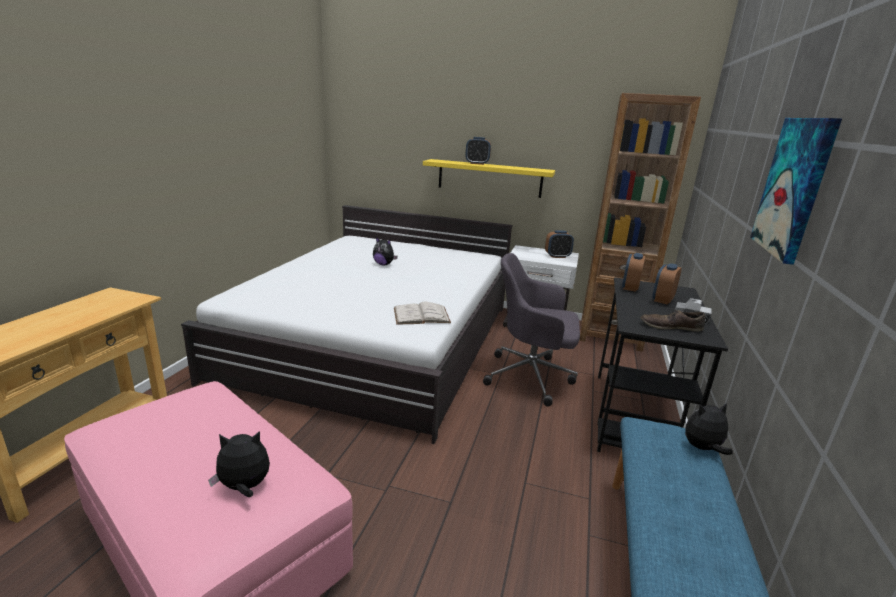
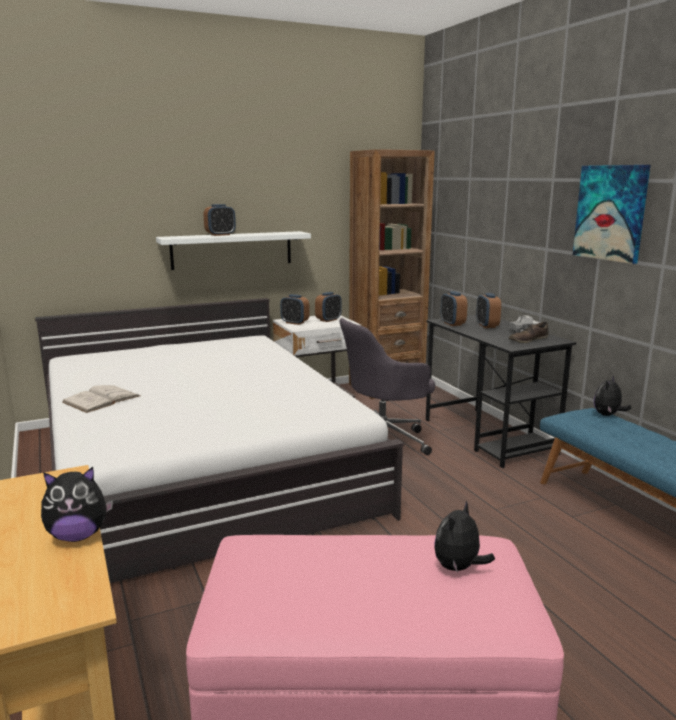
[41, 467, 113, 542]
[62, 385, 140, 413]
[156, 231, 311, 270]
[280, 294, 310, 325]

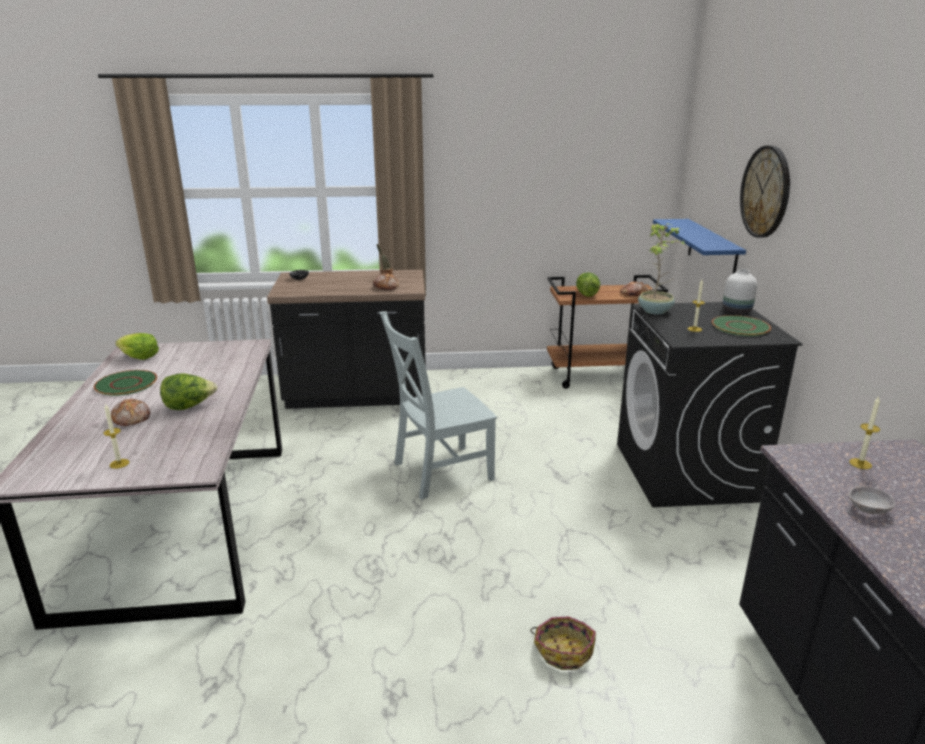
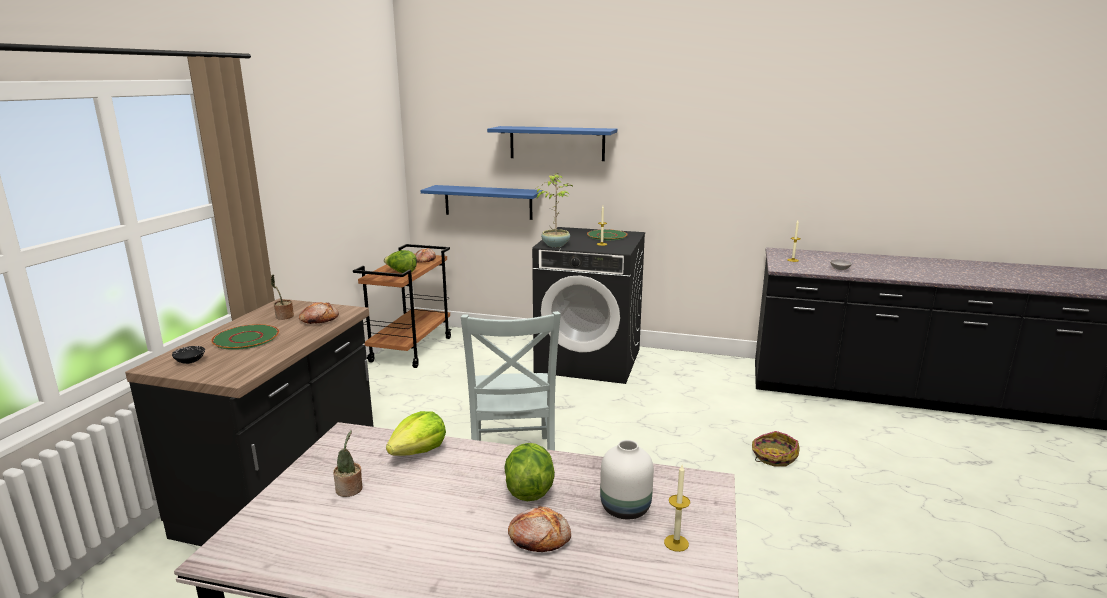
[211, 324, 279, 350]
[333, 430, 363, 497]
[386, 411, 446, 456]
[487, 126, 617, 161]
[600, 440, 654, 519]

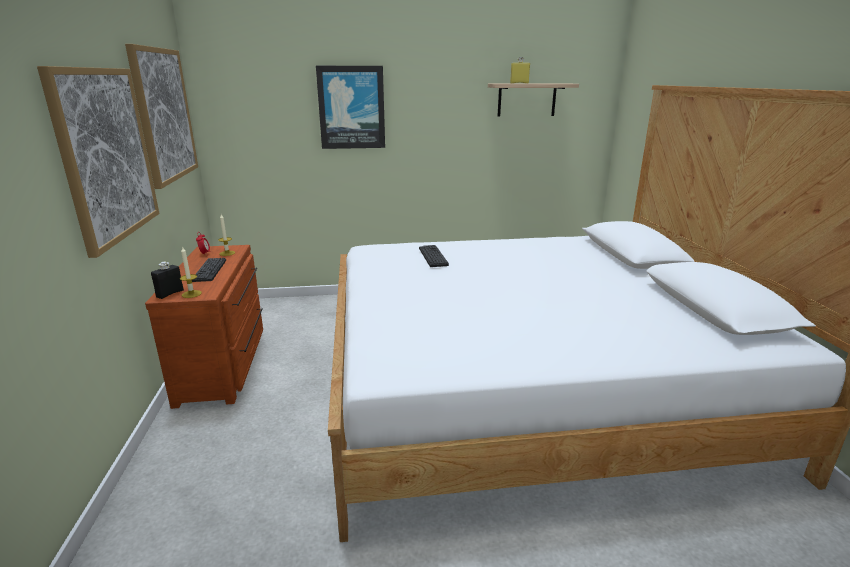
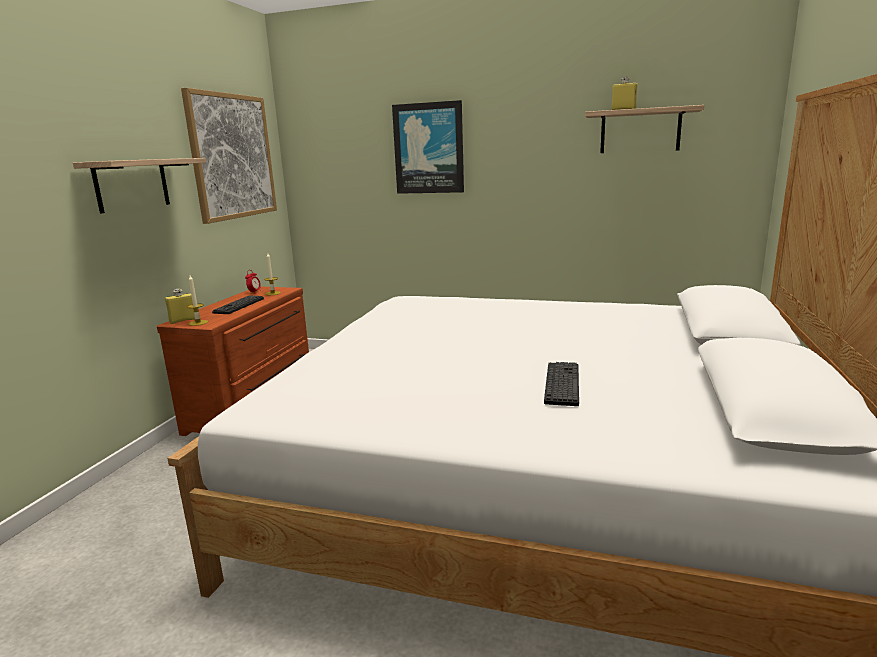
[73, 158, 206, 213]
[165, 289, 195, 324]
[544, 362, 579, 406]

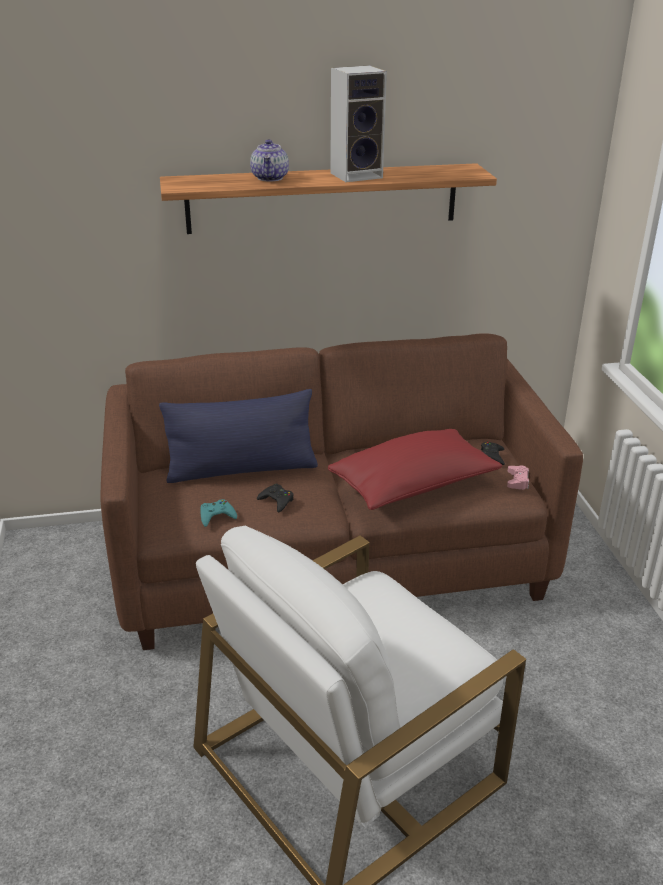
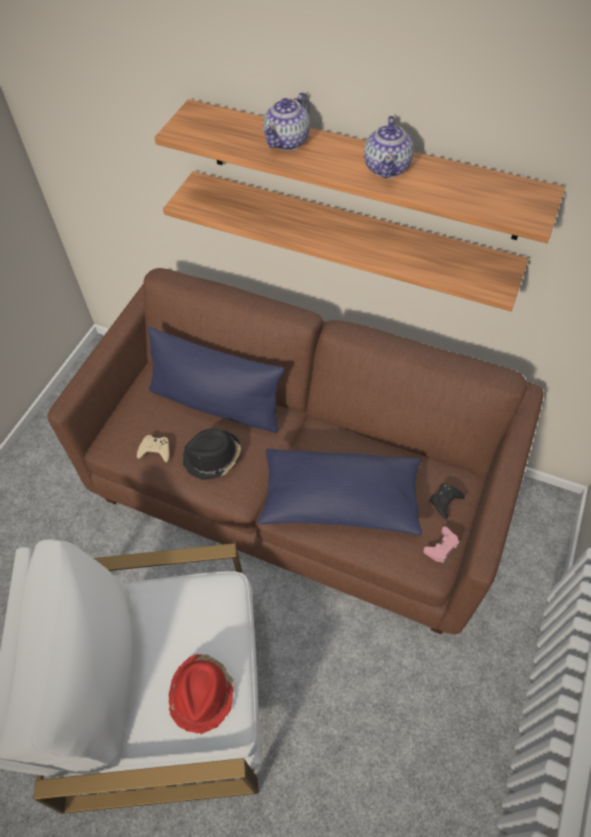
[137, 435, 169, 462]
[163, 171, 529, 311]
[169, 654, 234, 734]
[183, 429, 241, 480]
[258, 449, 422, 535]
[364, 116, 413, 178]

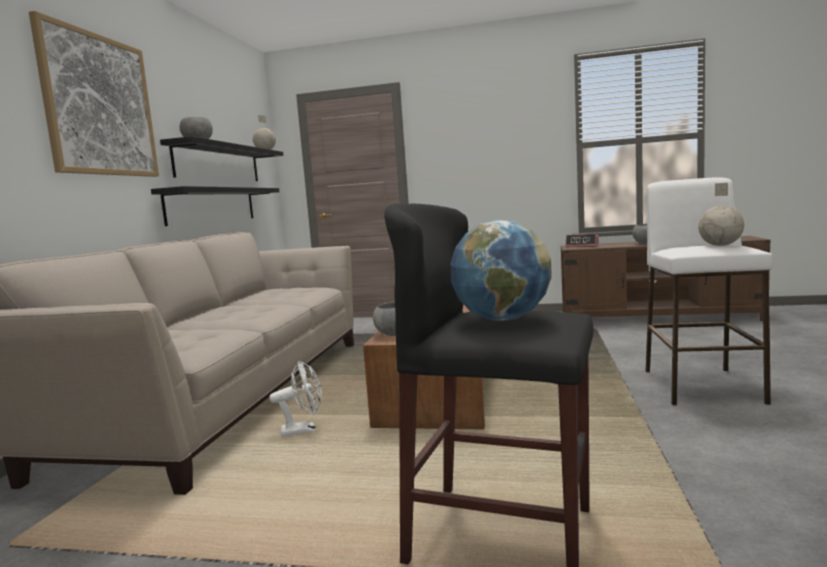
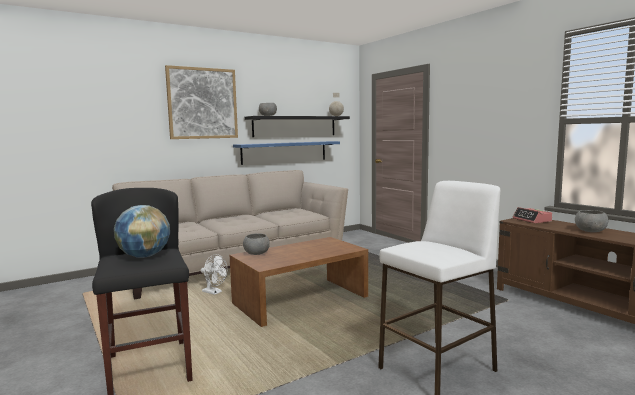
[233, 141, 340, 165]
[698, 183, 744, 246] (first image)

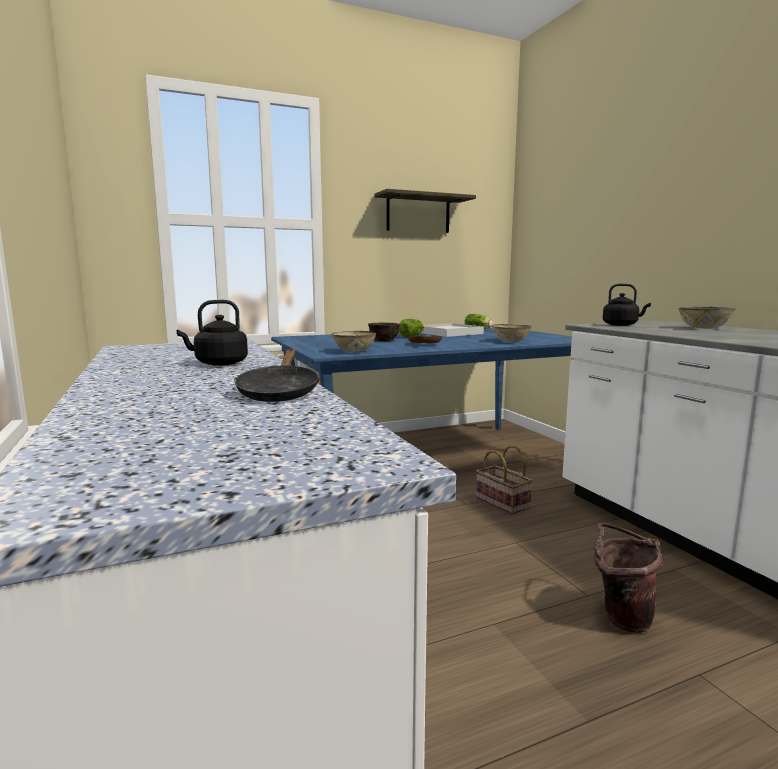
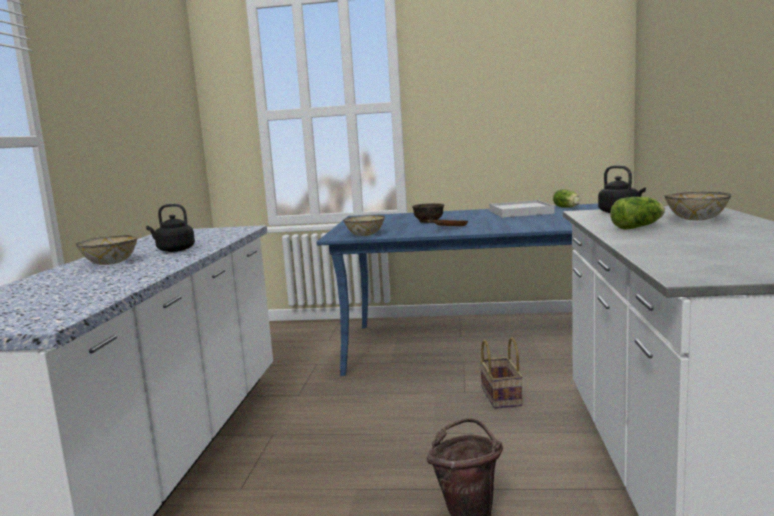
[76, 235, 137, 265]
[610, 197, 665, 229]
[234, 349, 320, 402] (first image)
[374, 189, 476, 233] (first image)

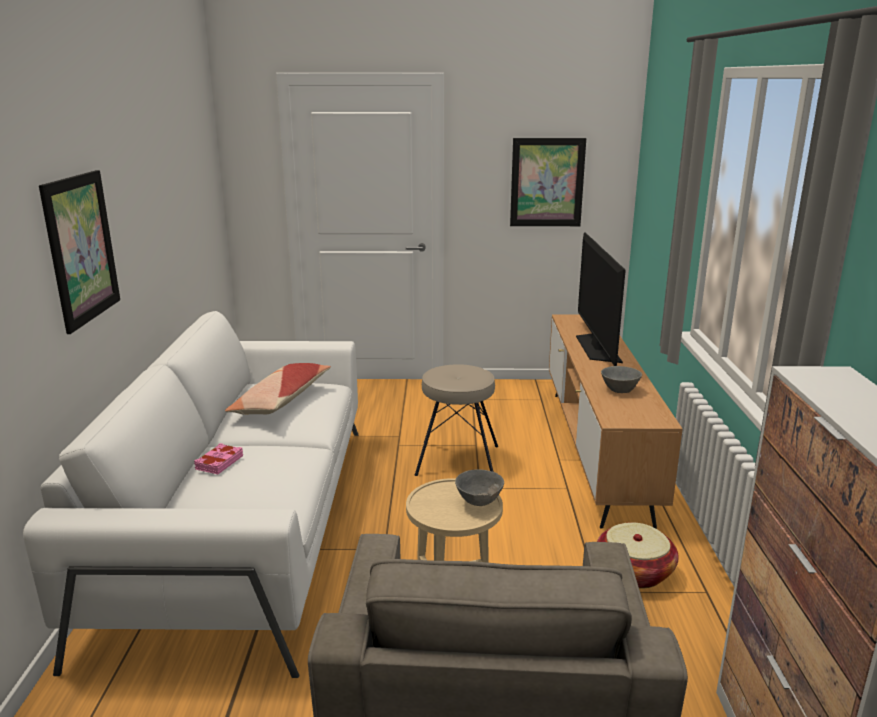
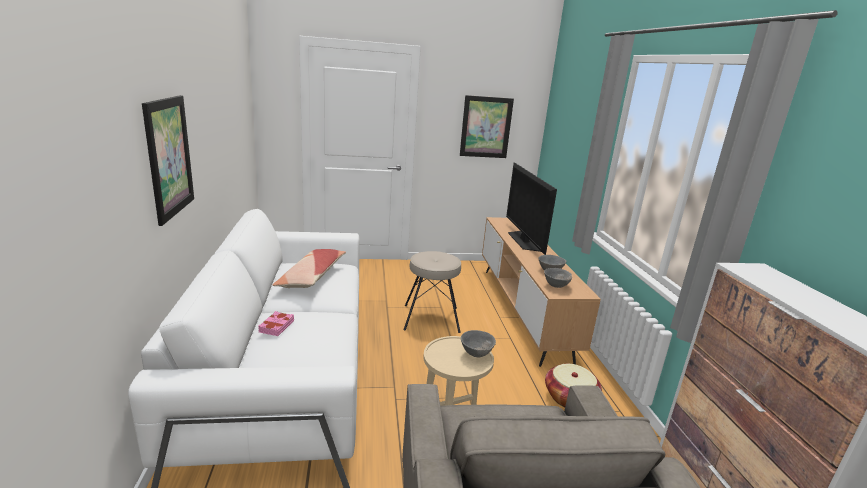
[544, 268, 572, 288]

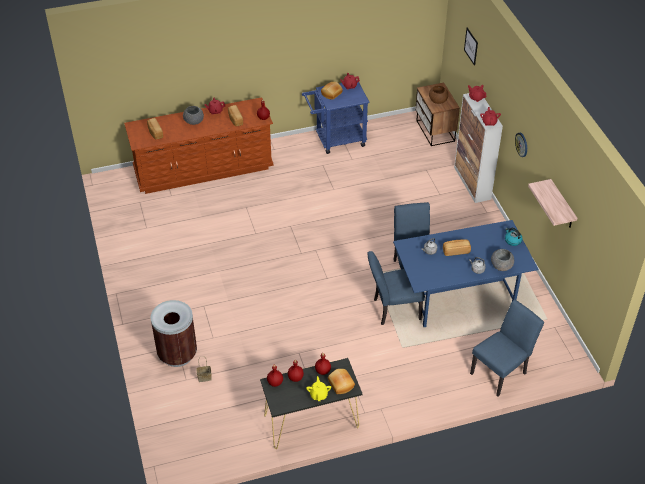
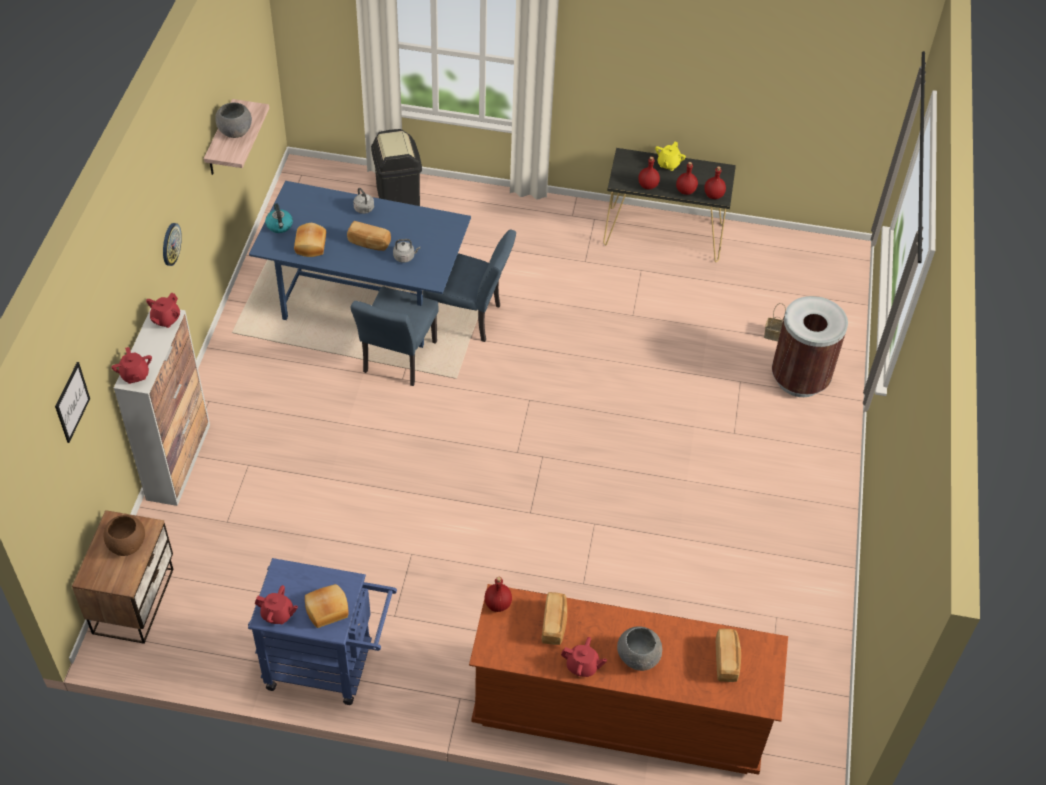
[215, 102, 252, 138]
[294, 223, 326, 257]
[371, 129, 422, 206]

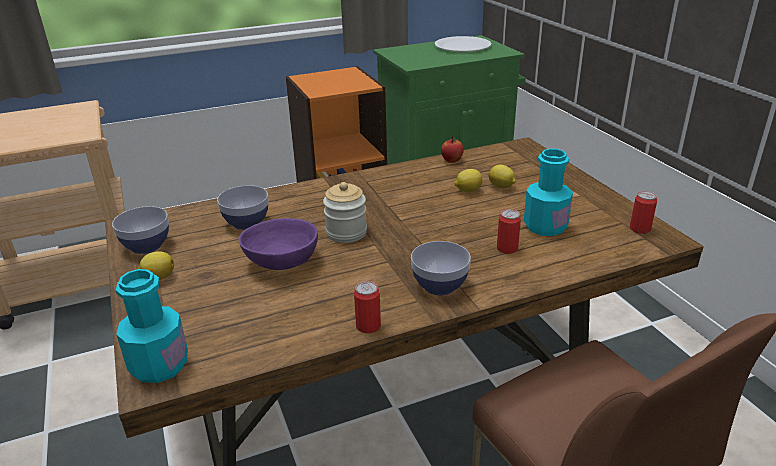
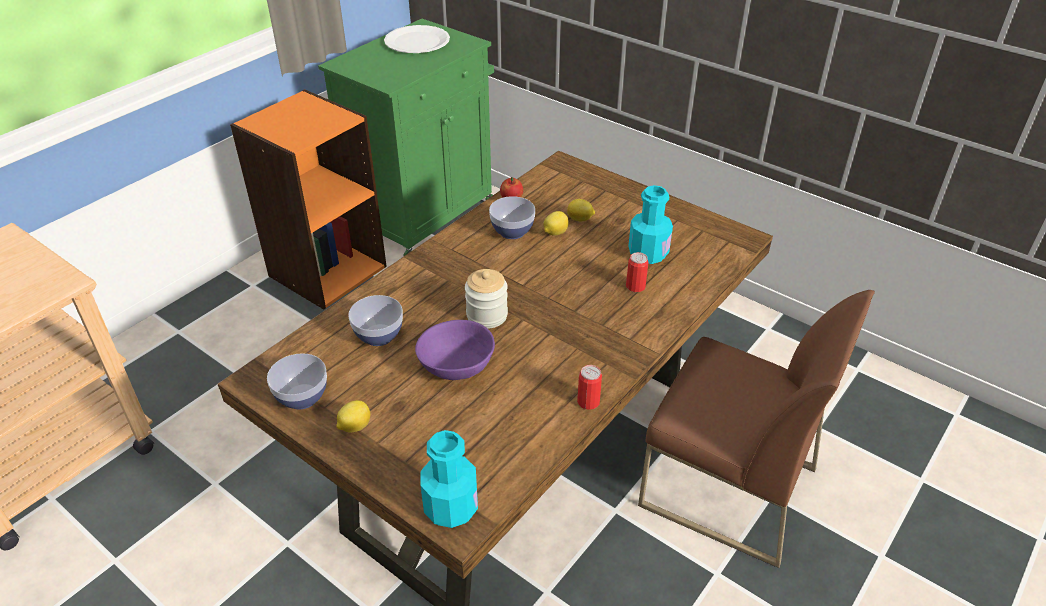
[489, 196, 535, 239]
[630, 191, 657, 234] (first image)

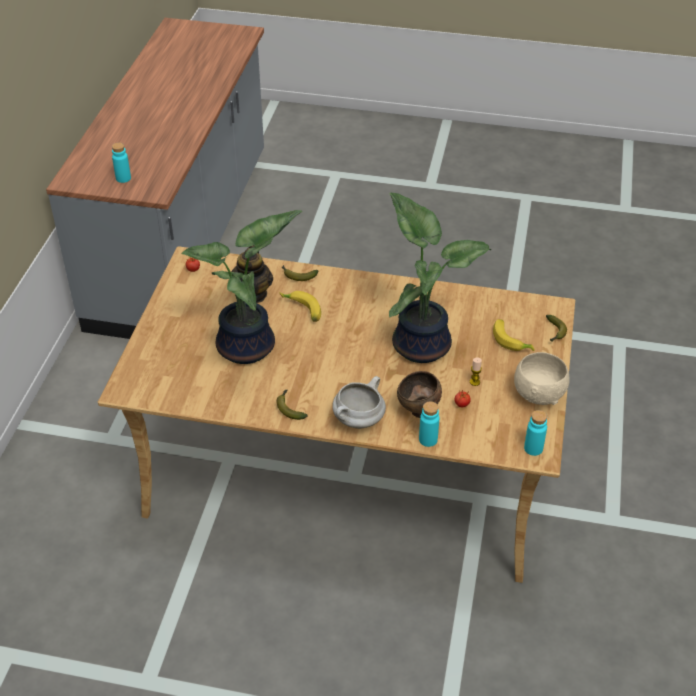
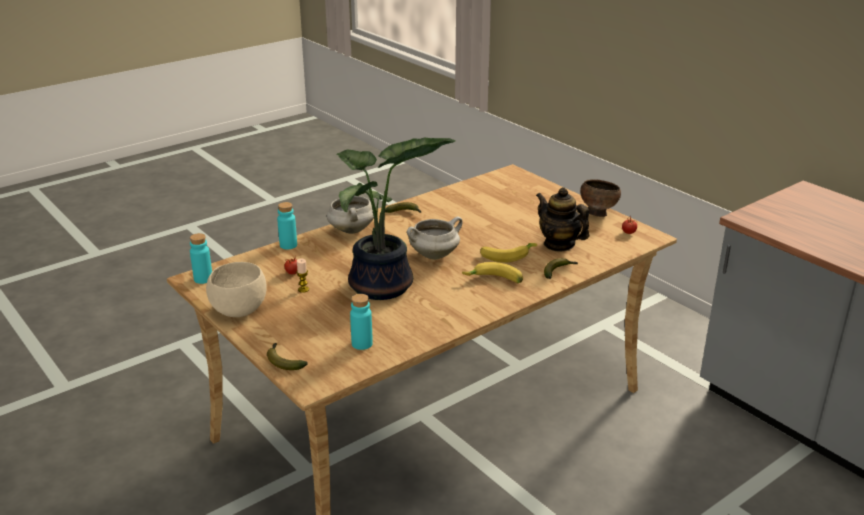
[350, 294, 373, 350]
[407, 216, 463, 260]
[462, 262, 523, 283]
[580, 179, 621, 217]
[182, 210, 302, 364] (first image)

